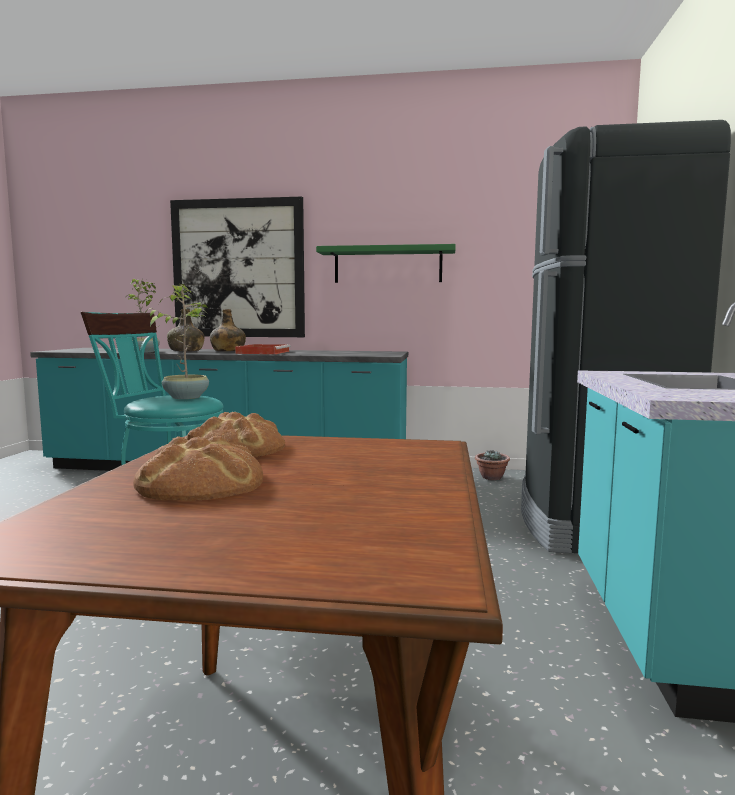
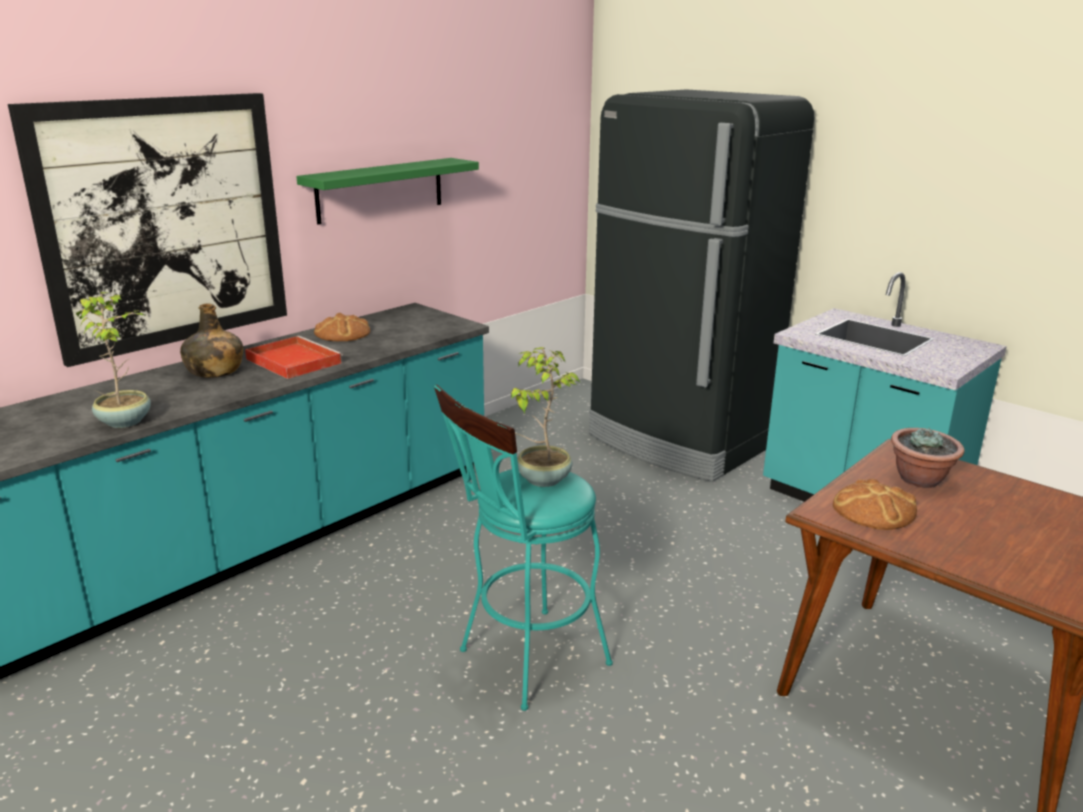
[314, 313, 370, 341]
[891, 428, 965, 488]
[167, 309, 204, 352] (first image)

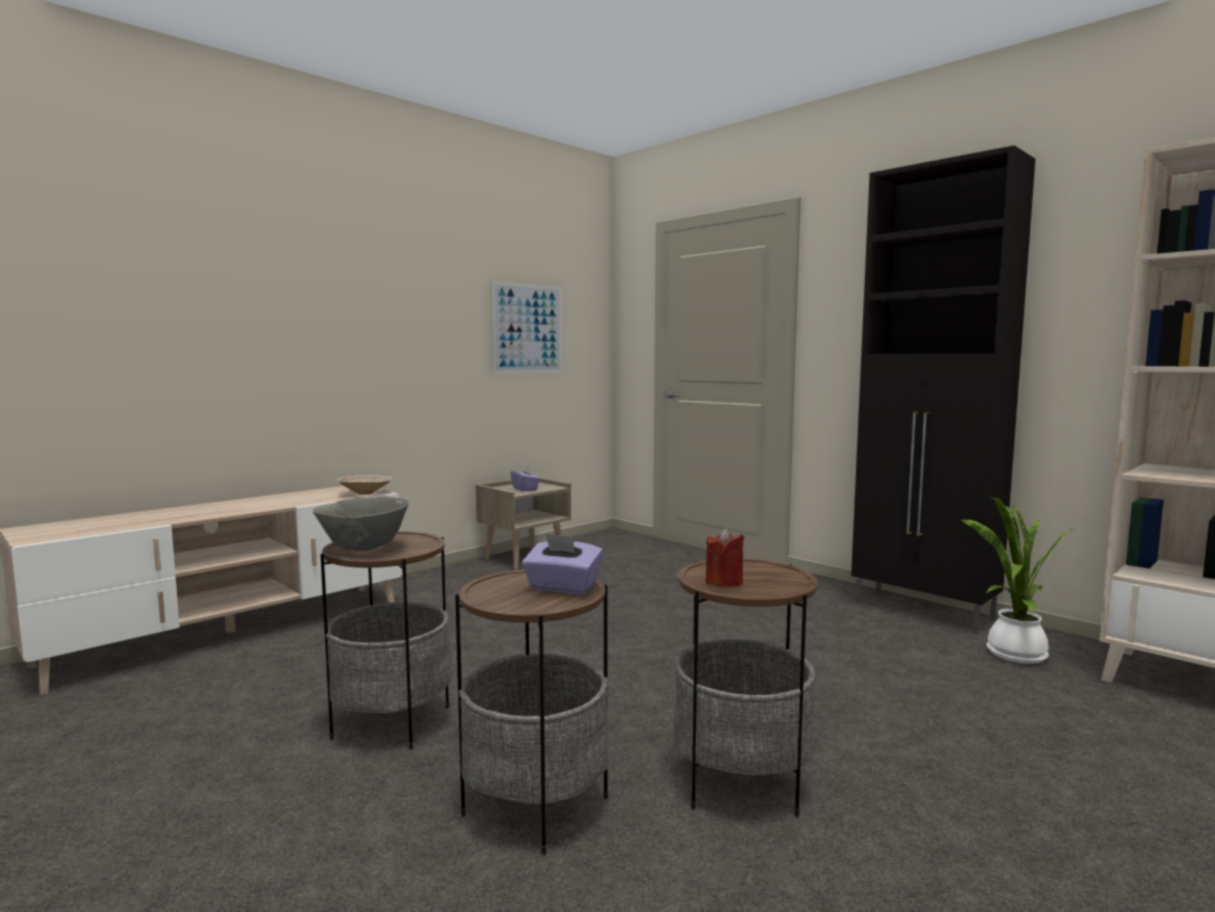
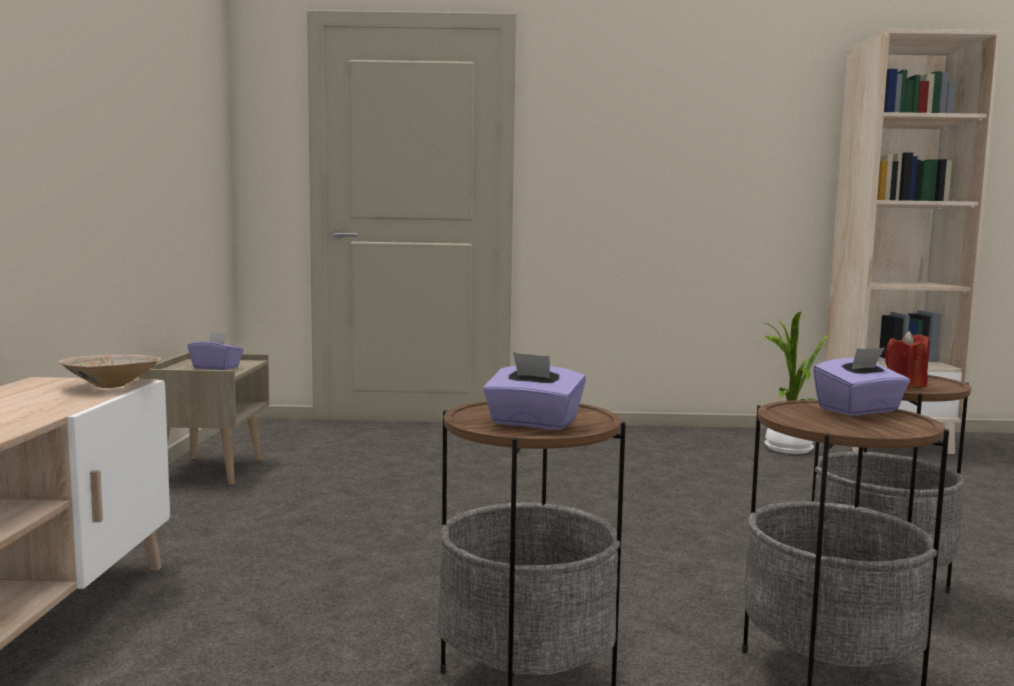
[483, 352, 586, 430]
[491, 281, 562, 374] (first image)
[851, 145, 1035, 633] (first image)

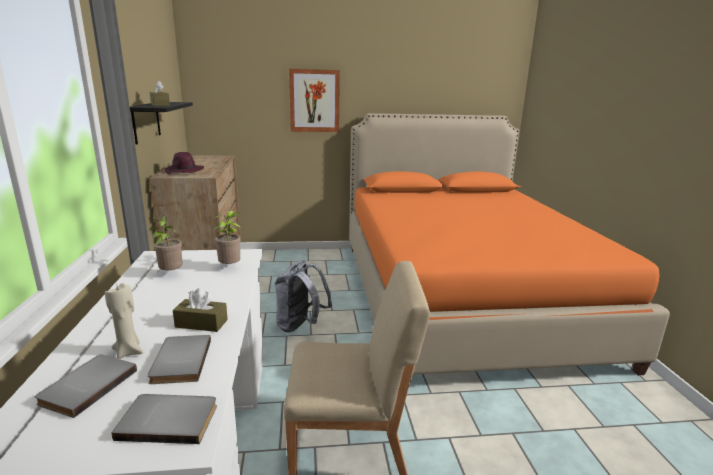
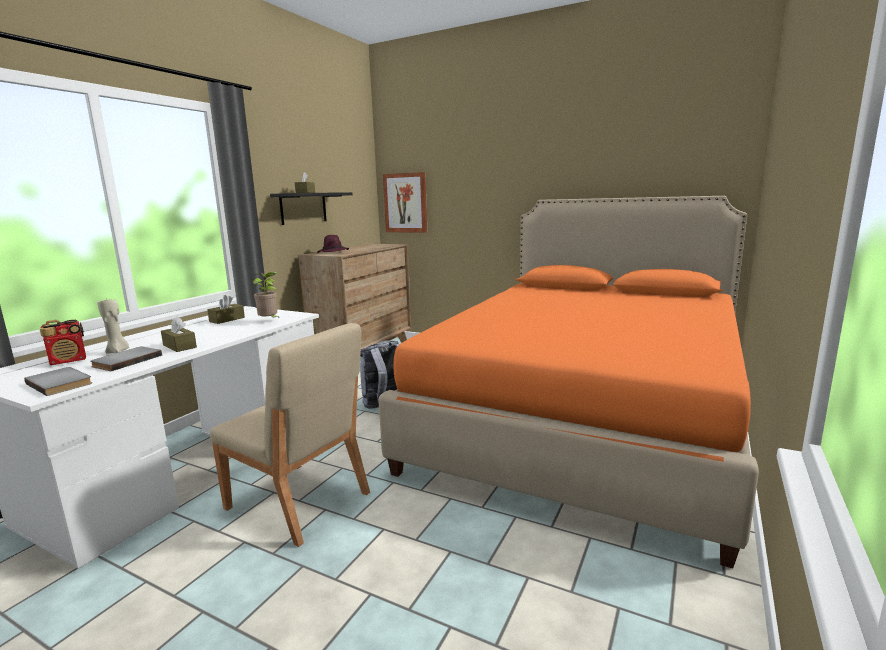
[40, 320, 86, 365]
[207, 295, 245, 324]
[383, 172, 427, 233]

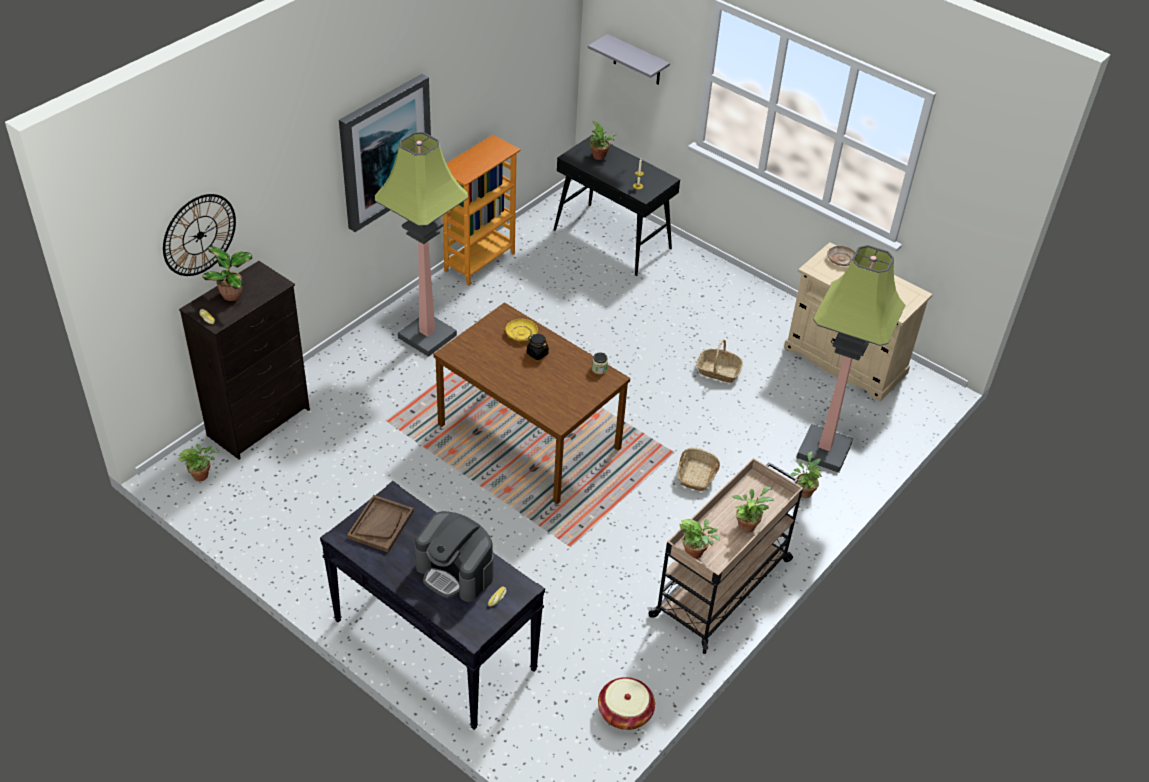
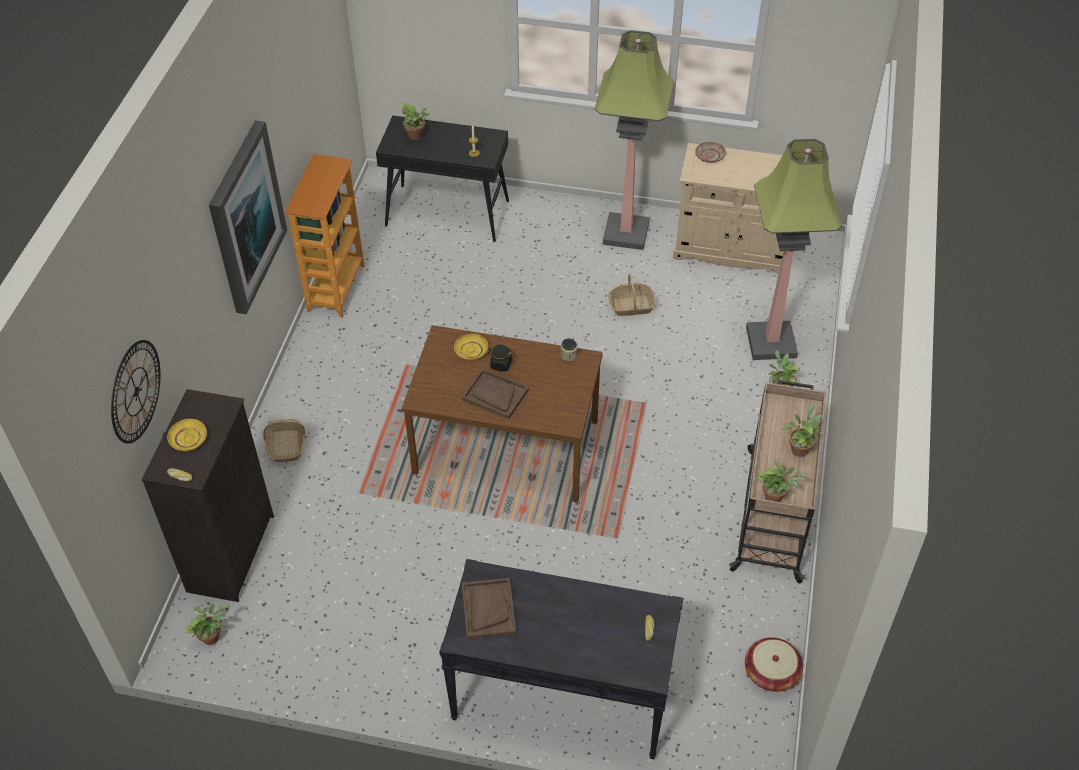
[167, 419, 207, 451]
[263, 418, 305, 462]
[461, 369, 529, 419]
[595, 30, 674, 250]
[415, 511, 494, 602] (first image)
[588, 34, 670, 85] (first image)

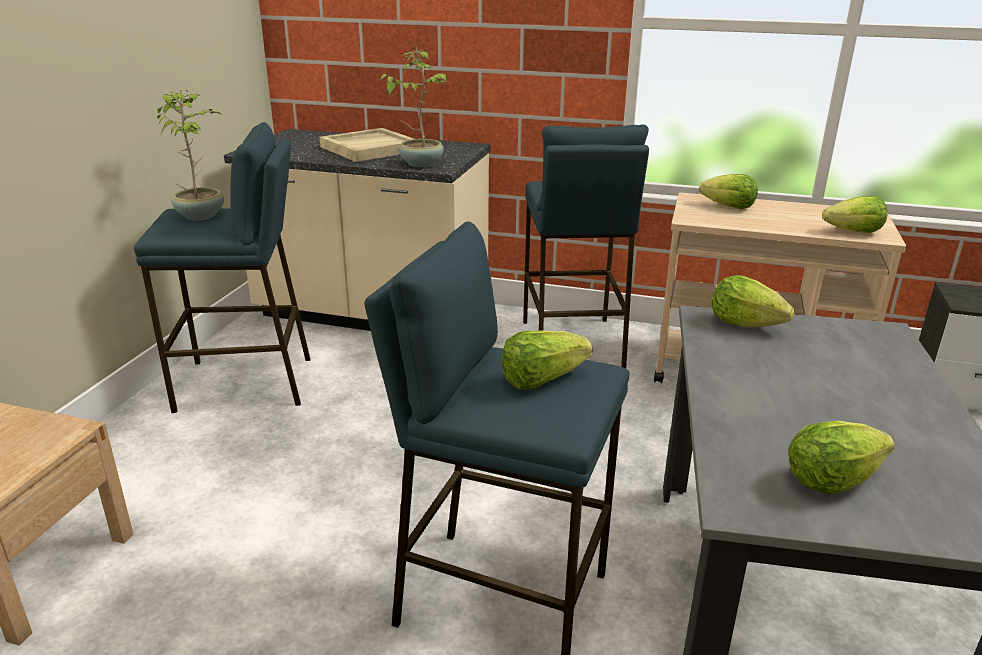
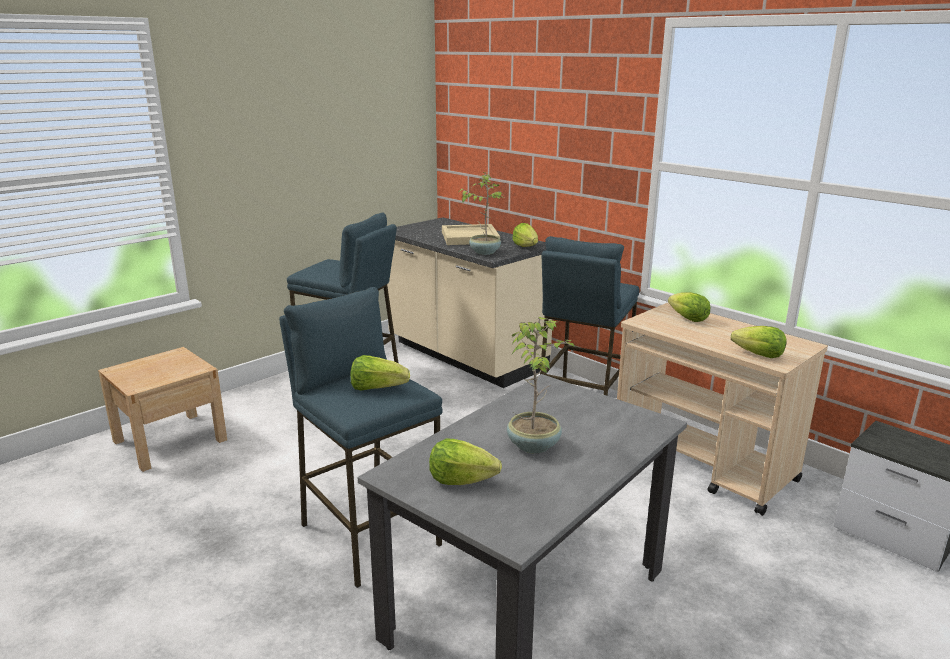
[507, 317, 576, 454]
[513, 223, 538, 247]

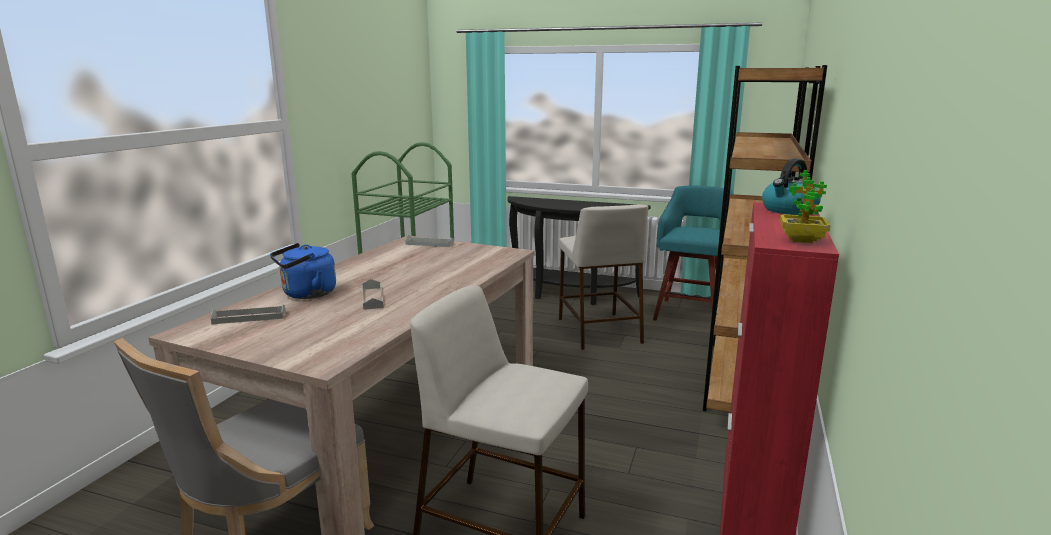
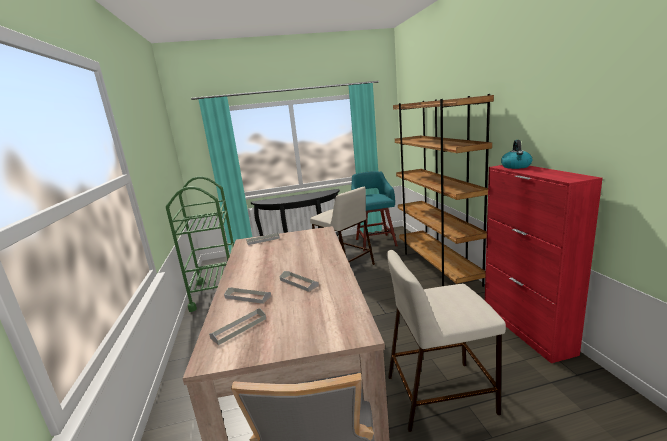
[224, 287, 271, 304]
[780, 170, 831, 243] (first image)

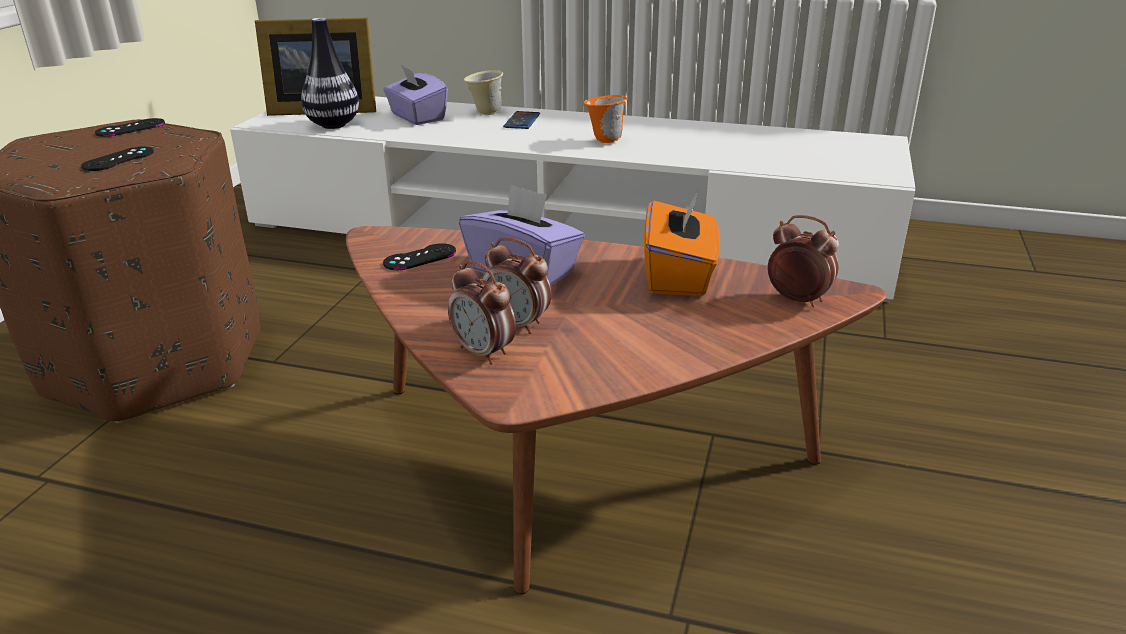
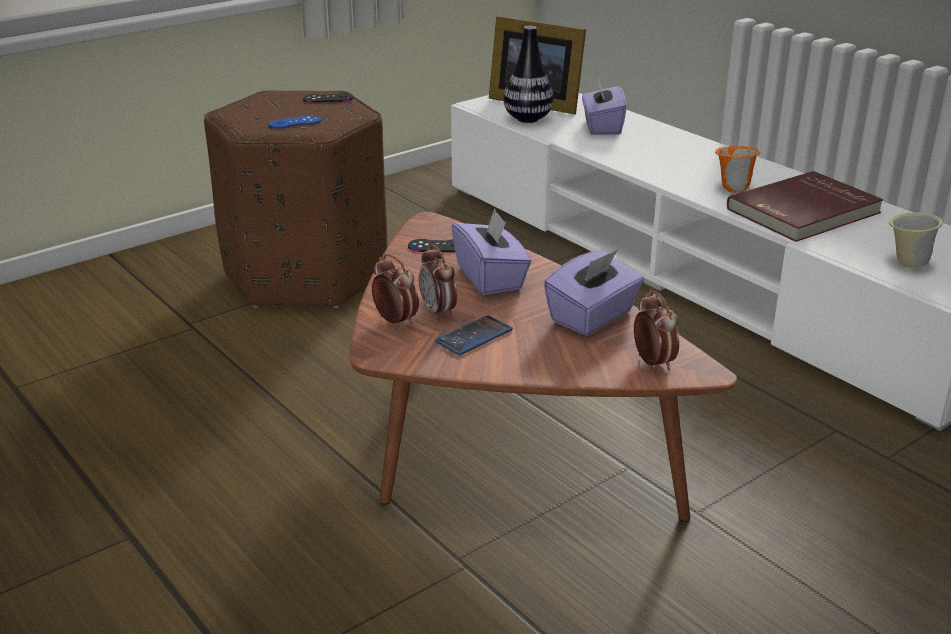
[269, 115, 321, 128]
[372, 254, 419, 328]
[435, 315, 513, 355]
[544, 250, 644, 335]
[727, 171, 883, 242]
[889, 213, 943, 269]

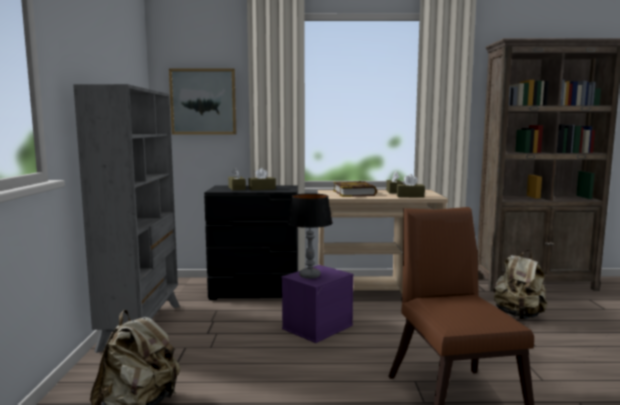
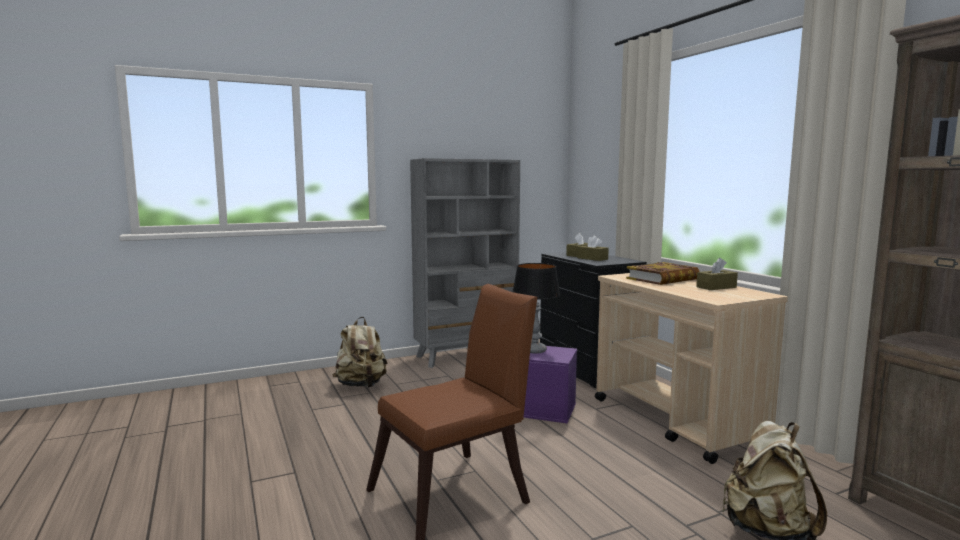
[169, 69, 236, 135] (first image)
[397, 174, 425, 198] (first image)

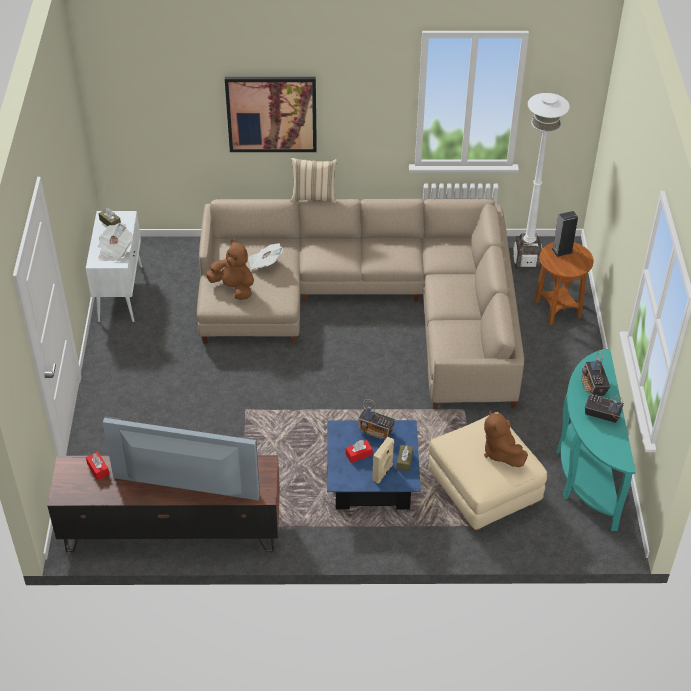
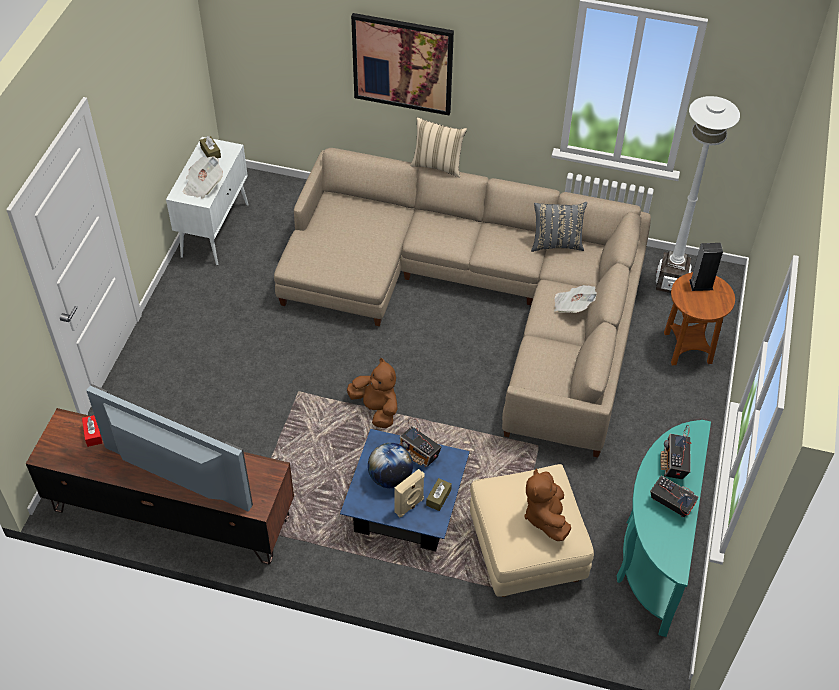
[347, 358, 397, 428]
[368, 443, 413, 488]
[531, 202, 587, 252]
[554, 285, 597, 313]

